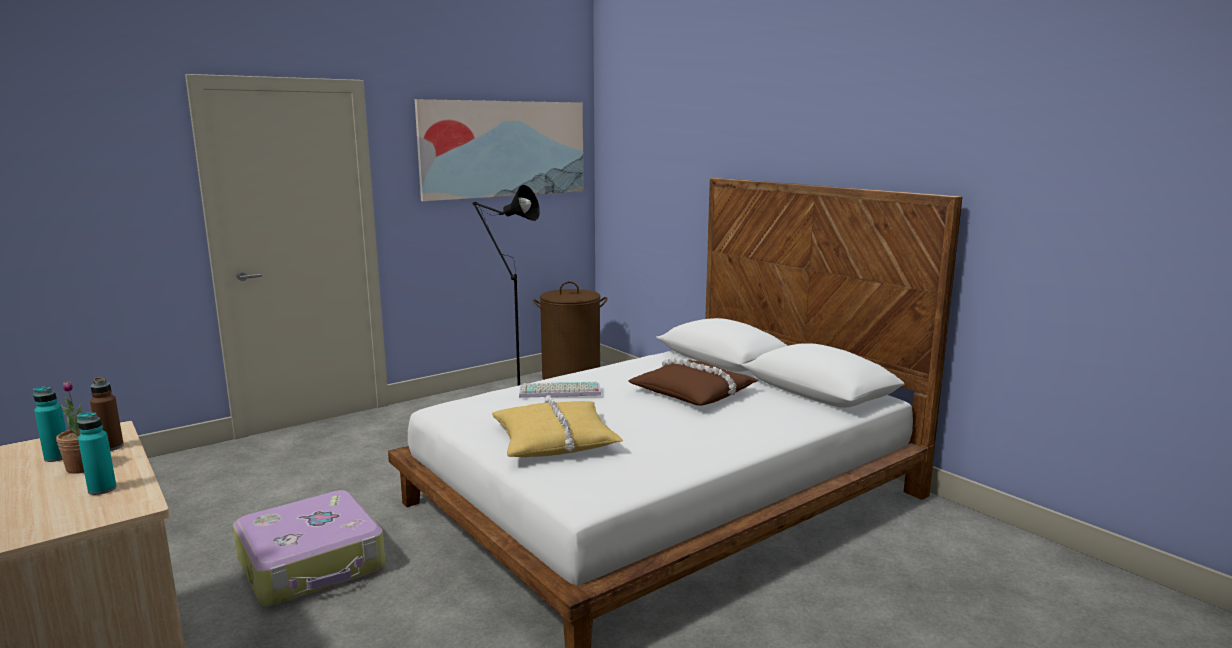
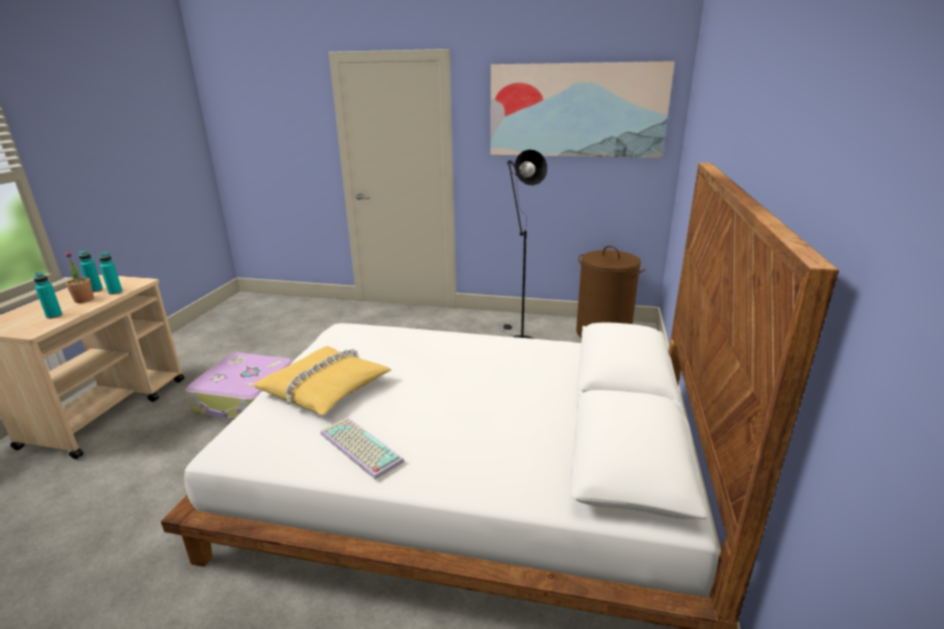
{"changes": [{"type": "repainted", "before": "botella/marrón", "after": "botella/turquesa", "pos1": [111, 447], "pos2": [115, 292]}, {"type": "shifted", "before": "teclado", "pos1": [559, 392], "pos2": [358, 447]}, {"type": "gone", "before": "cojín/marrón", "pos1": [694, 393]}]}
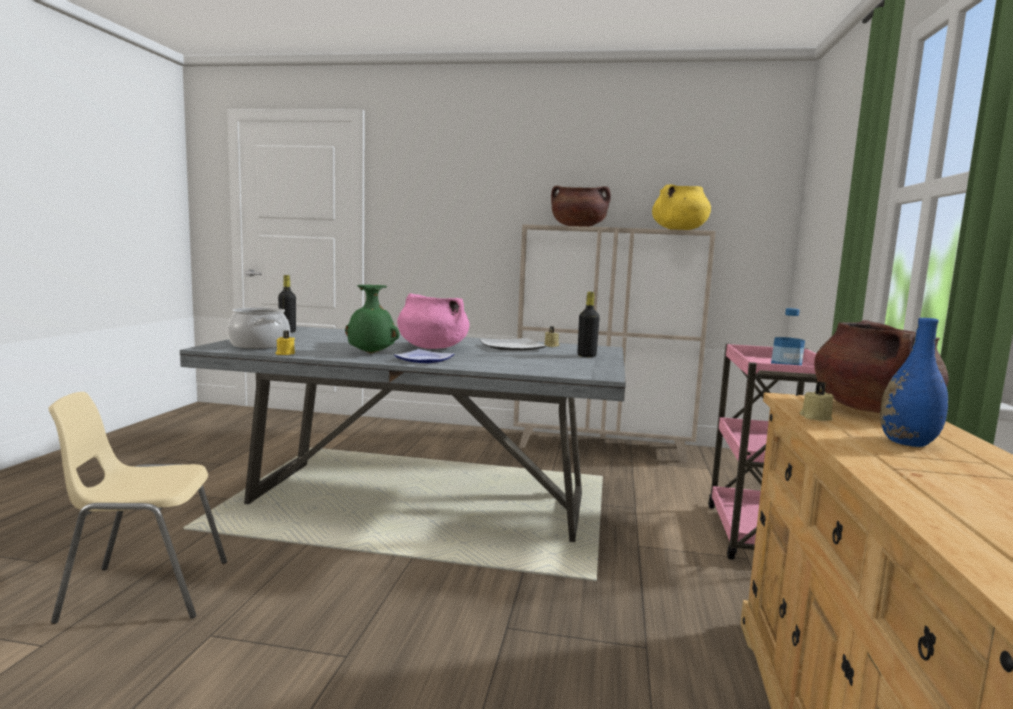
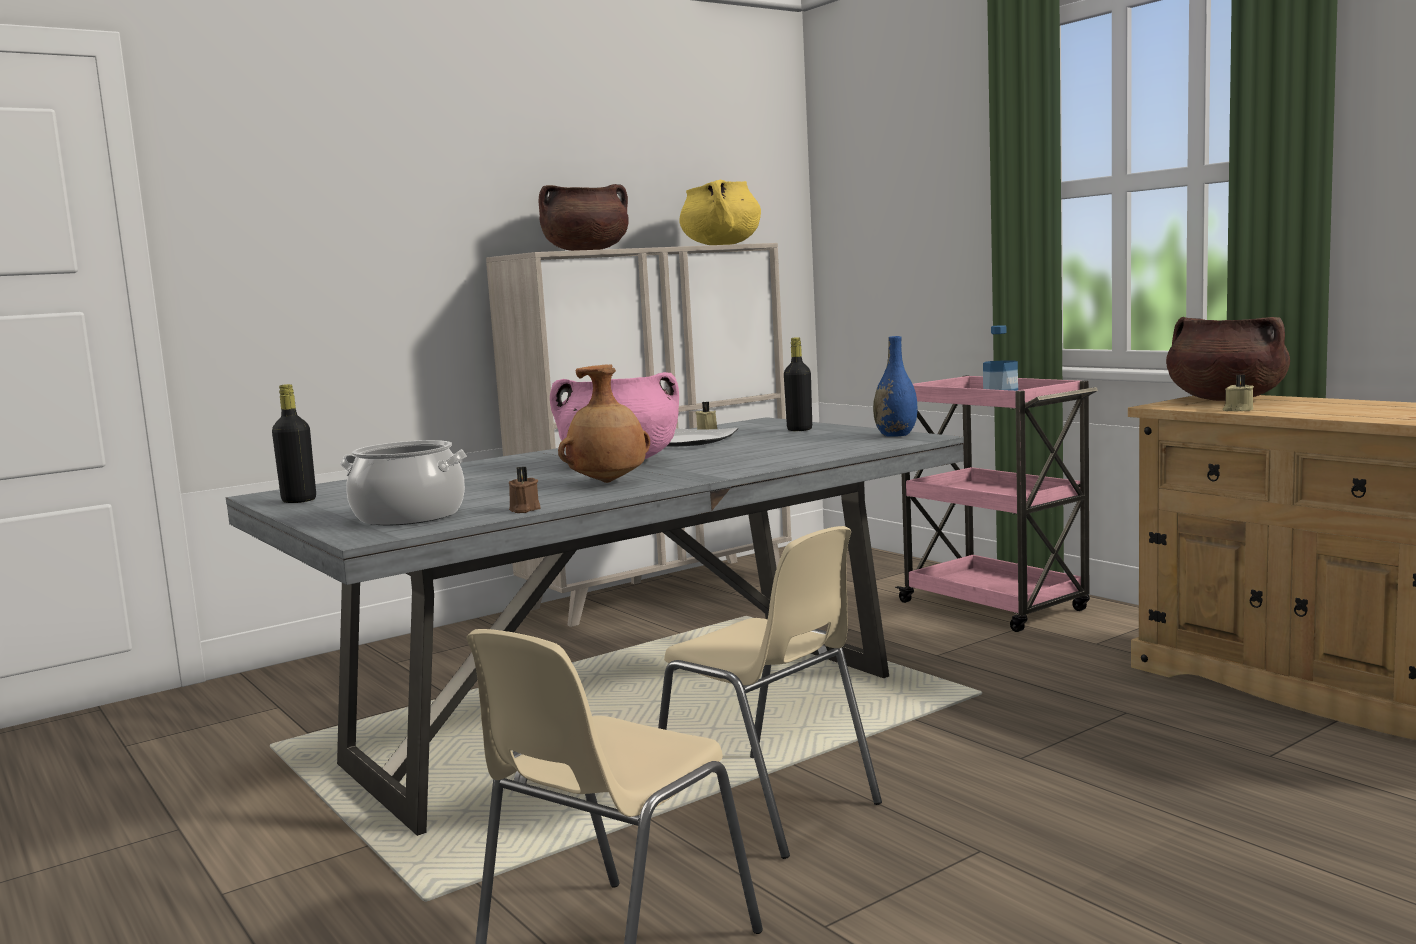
{"changes": [{"type": "repainted", "before": "vela/amarillo", "after": "vela/marrón", "pos1": [285, 354], "pos2": [523, 510]}, {"type": "repainted", "before": "florero/verde", "after": "florero/marrón", "pos1": [371, 353], "pos2": [609, 482]}, {"type": "new", "after": "silla/beis", "pos2": [767, 806]}, {"type": "shifted", "before": "florero/azul", "pos1": [908, 442], "pos2": [896, 435]}, {"type": "gone", "before": "plato", "pos1": [423, 360]}]}
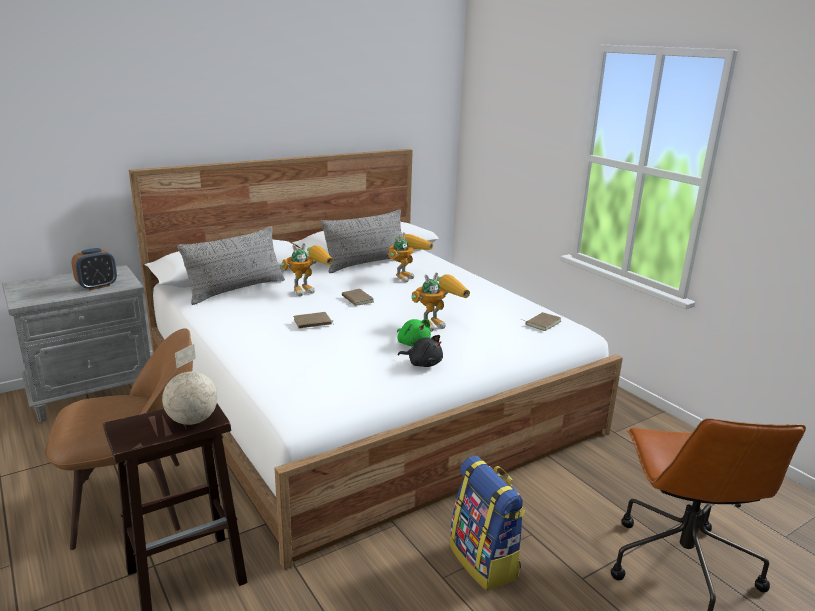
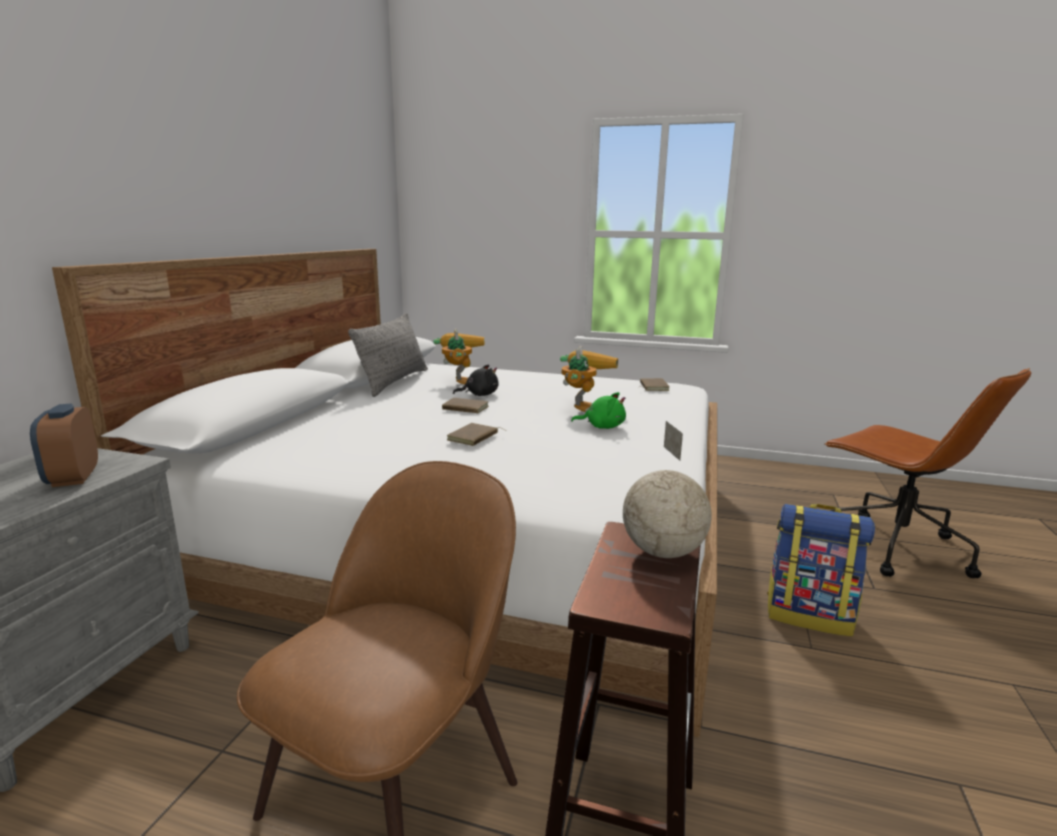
{"changes": [{"type": "rotated", "before": "despertador", "pos1": [97, 286], "pos2": [73, 478], "turn": 150}, {"type": "shifted", "before": "peluche/negro", "pos1": [423, 363], "pos2": [479, 395]}, {"type": "gone", "before": "cojín/gris", "pos1": [236, 290]}, {"type": "gone", "before": "robot de juguete", "pos1": [309, 289]}]}
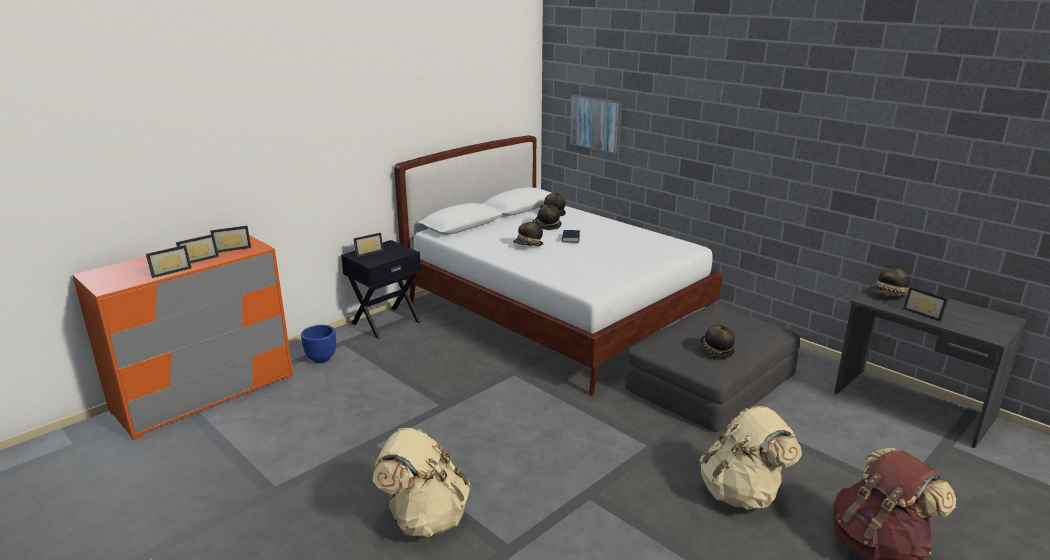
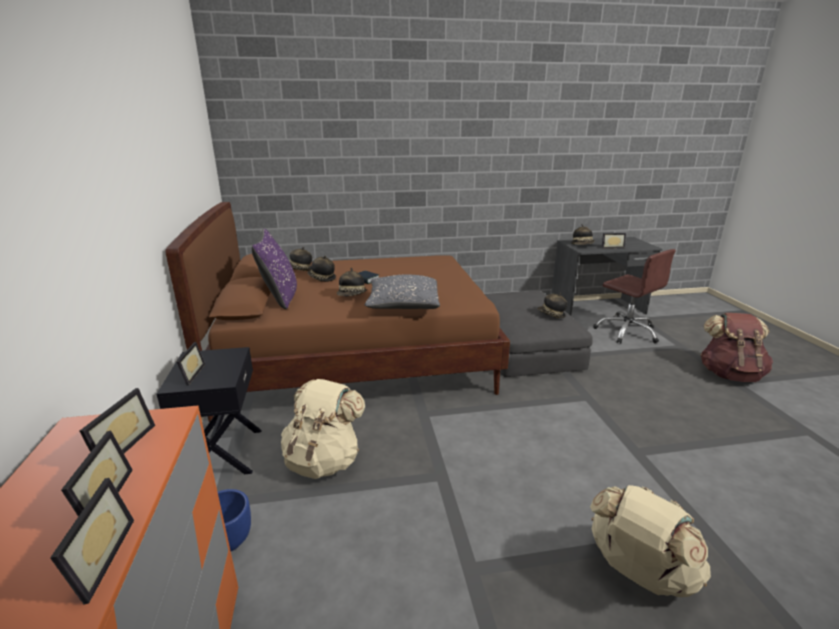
{"changes": [{"type": "repainted", "before": "cama/blanco", "after": "cama/marrón", "pos1": [555, 314], "pos2": [356, 358]}, {"type": "new", "after": "cojín/morado", "pos2": [280, 297]}, {"type": "shifted", "before": "mochila/beis", "pos1": [742, 493], "pos2": [324, 461]}, {"type": "new", "after": "cojín/gris", "pos2": [403, 305]}, {"type": "new", "after": "silla de oficina/marrón", "pos2": [627, 332]}, {"type": "gone", "before": "cuadro", "pos1": [596, 123]}]}
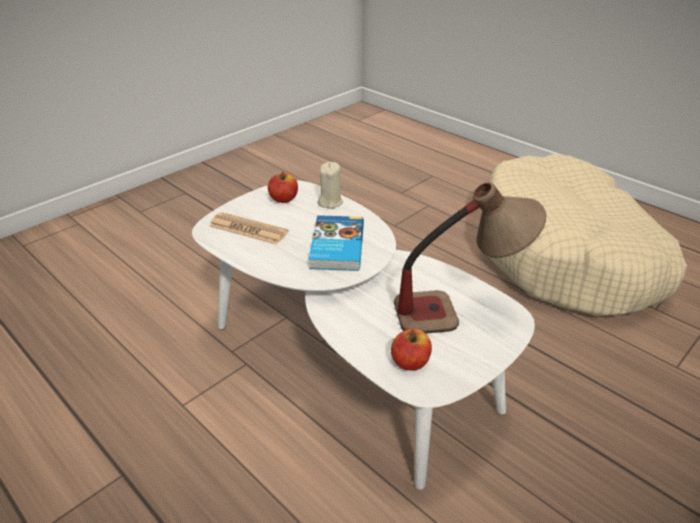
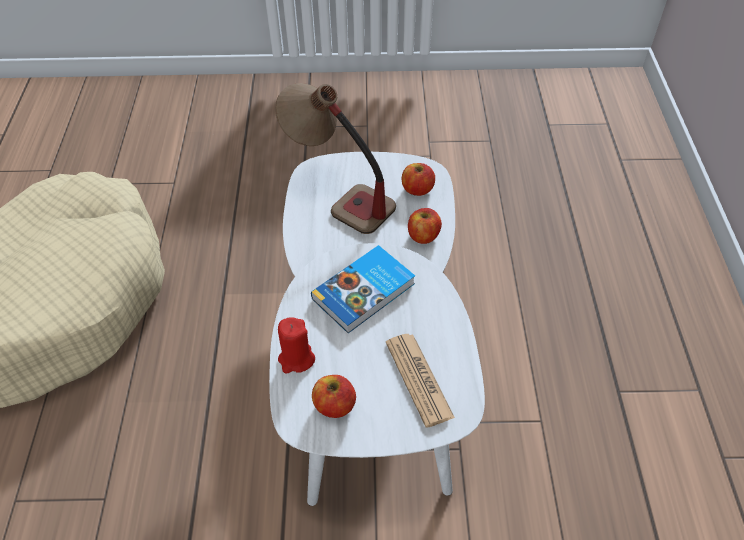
{"changes": [{"type": "repainted", "before": "vela/beis", "after": "vela/rojo", "pos1": [330, 202], "pos2": [296, 359]}, {"type": "new", "after": "manzana", "pos2": [423, 236]}]}
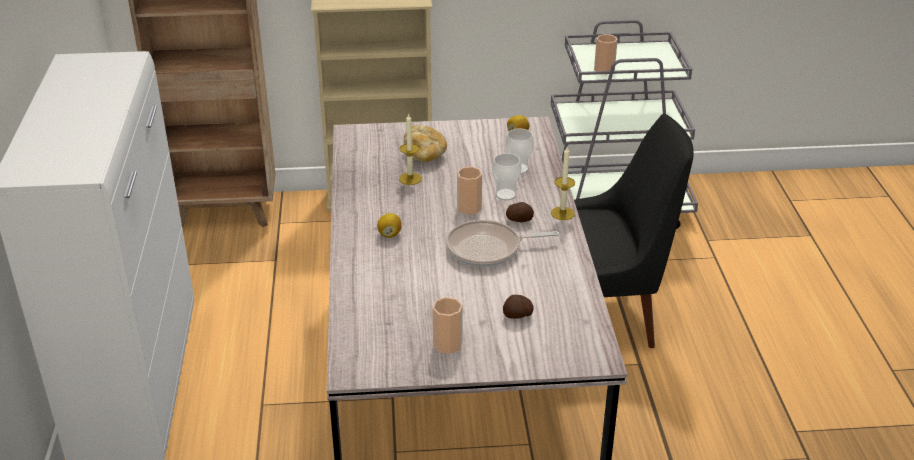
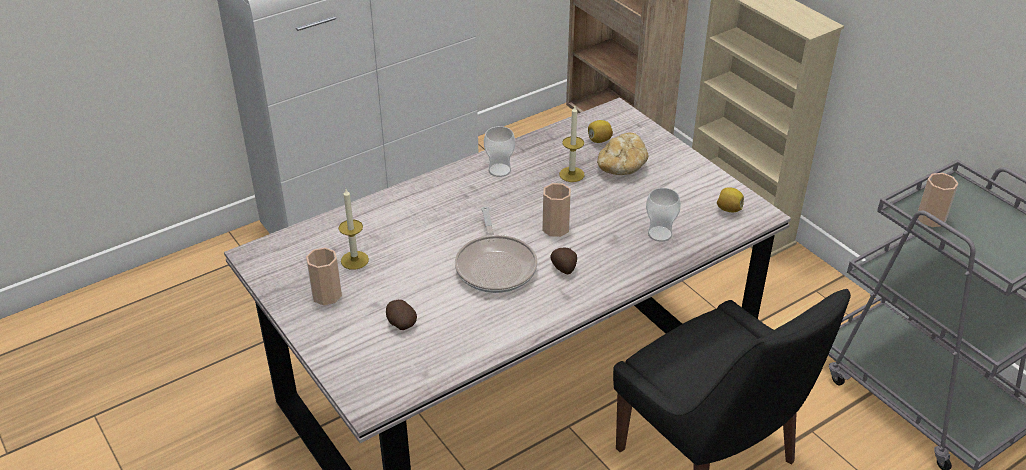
{"changes": [{"type": "shifted", "before": "vela", "pos1": [562, 213], "pos2": [354, 260]}, {"type": "rotated", "before": "sartén", "pos1": [488, 249], "pos2": [495, 266], "turn": -150}, {"type": "shifted", "before": "taza", "pos1": [506, 195], "pos2": [499, 170]}, {"type": "shifted", "before": "limón", "pos1": [389, 234], "pos2": [599, 140]}]}
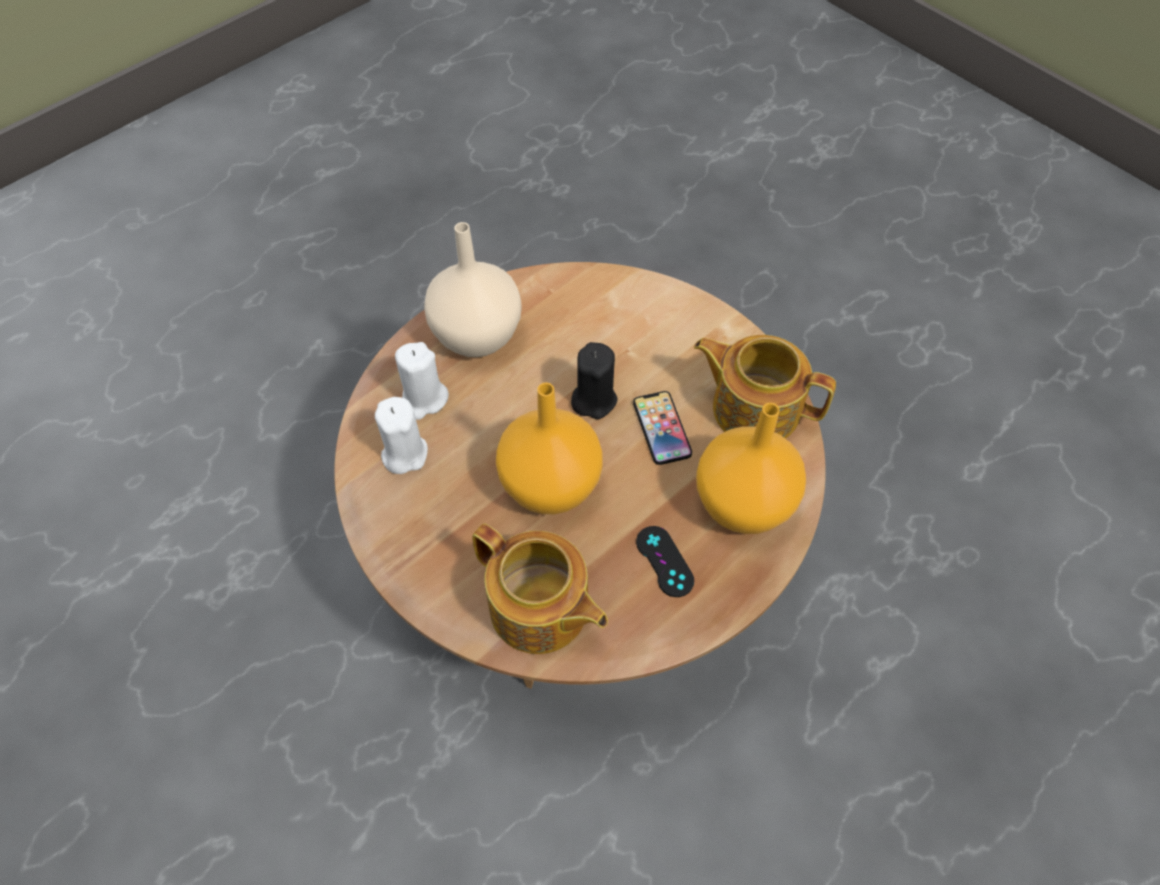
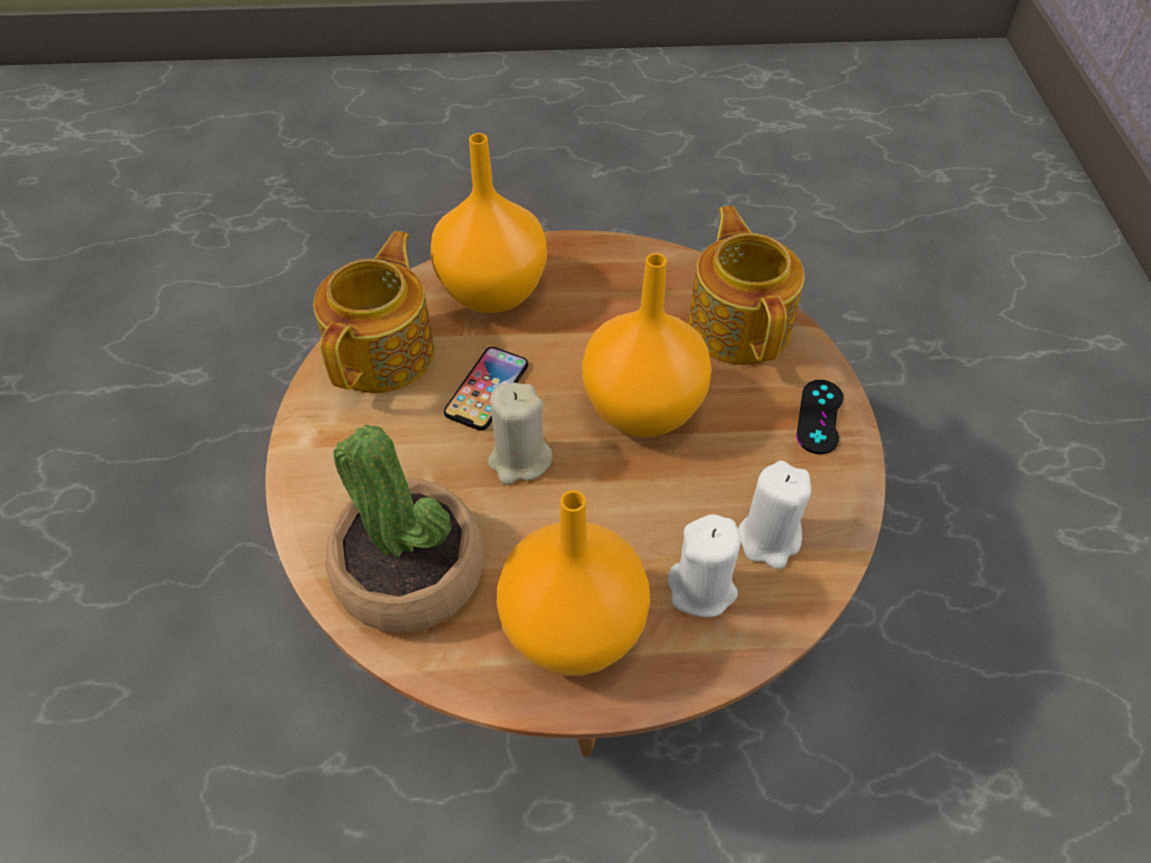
{"changes": [{"type": "rotated", "before": "tetera", "pos1": [754, 407], "pos2": [384, 352], "turn": -135}, {"type": "new", "after": "planta en maceta", "pos2": [411, 570]}, {"type": "repainted", "before": "vela/negro", "after": "vela/beis", "pos1": [594, 399], "pos2": [519, 459]}, {"type": "repainted", "before": "florero/beis", "after": "florero/naranja", "pos1": [479, 336], "pos2": [572, 626]}, {"type": "shifted", "before": "mando de consola/negro", "pos1": [664, 561], "pos2": [819, 417]}]}
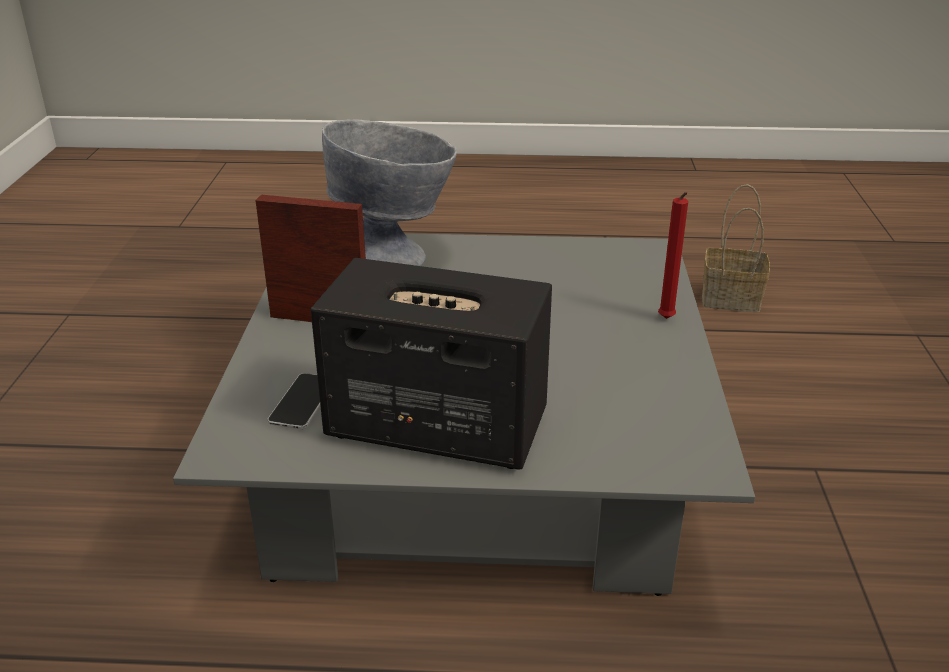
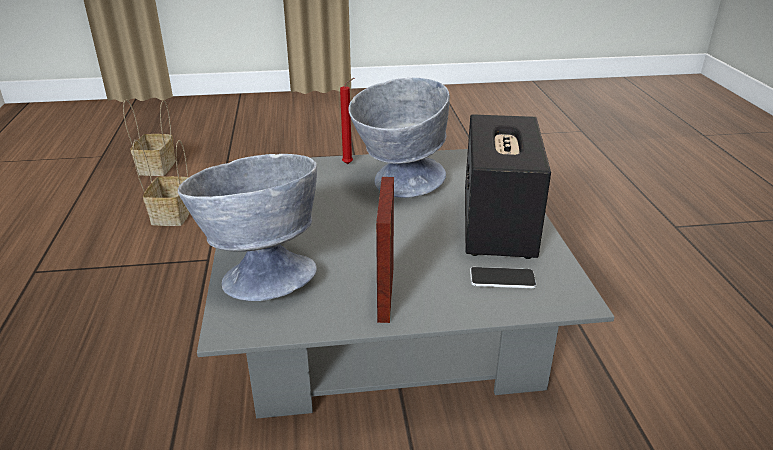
{"changes": [{"type": "new", "after": "cesta", "pos2": [157, 168]}, {"type": "new", "after": "cuenco/gris", "pos2": [397, 186]}]}
